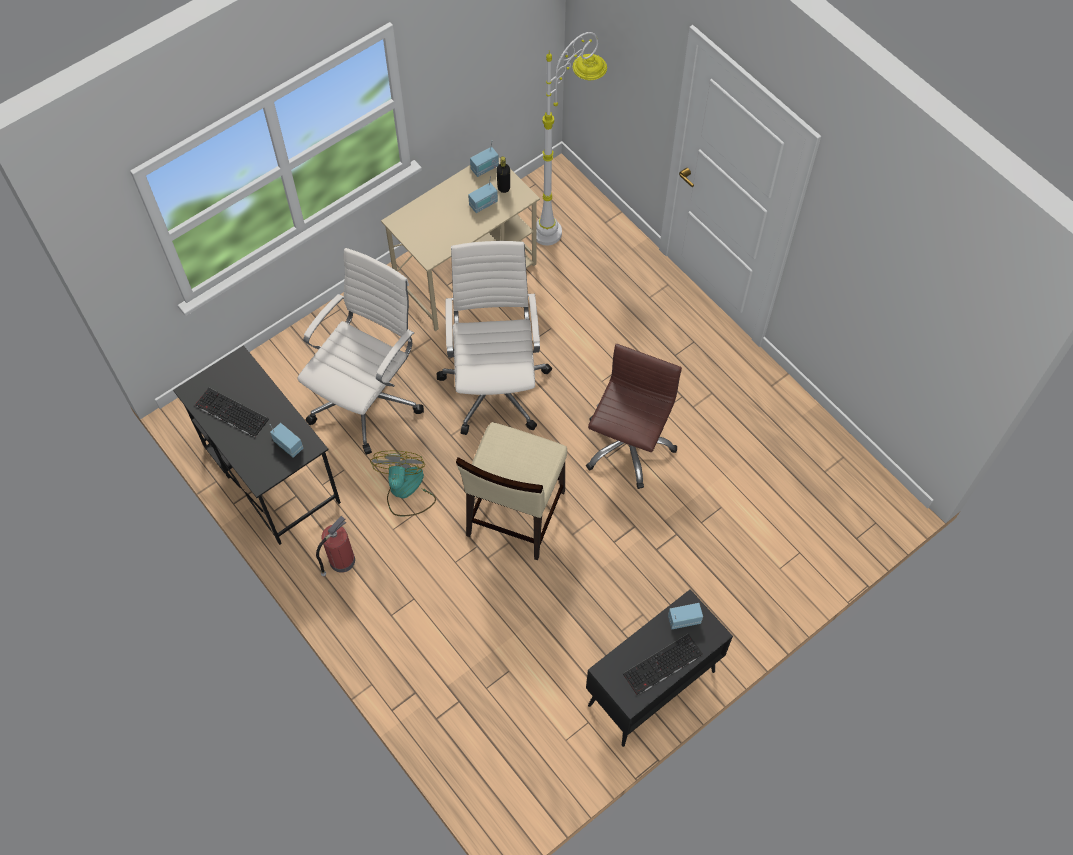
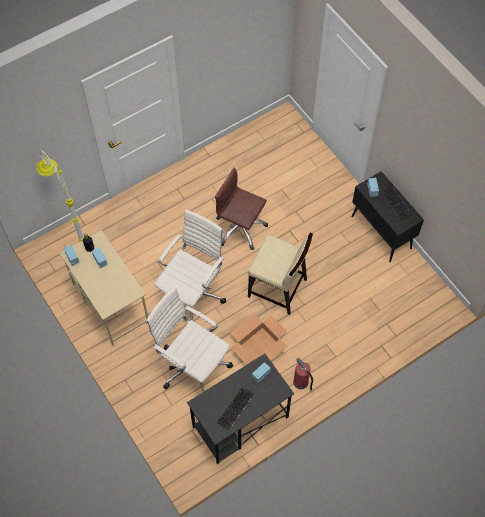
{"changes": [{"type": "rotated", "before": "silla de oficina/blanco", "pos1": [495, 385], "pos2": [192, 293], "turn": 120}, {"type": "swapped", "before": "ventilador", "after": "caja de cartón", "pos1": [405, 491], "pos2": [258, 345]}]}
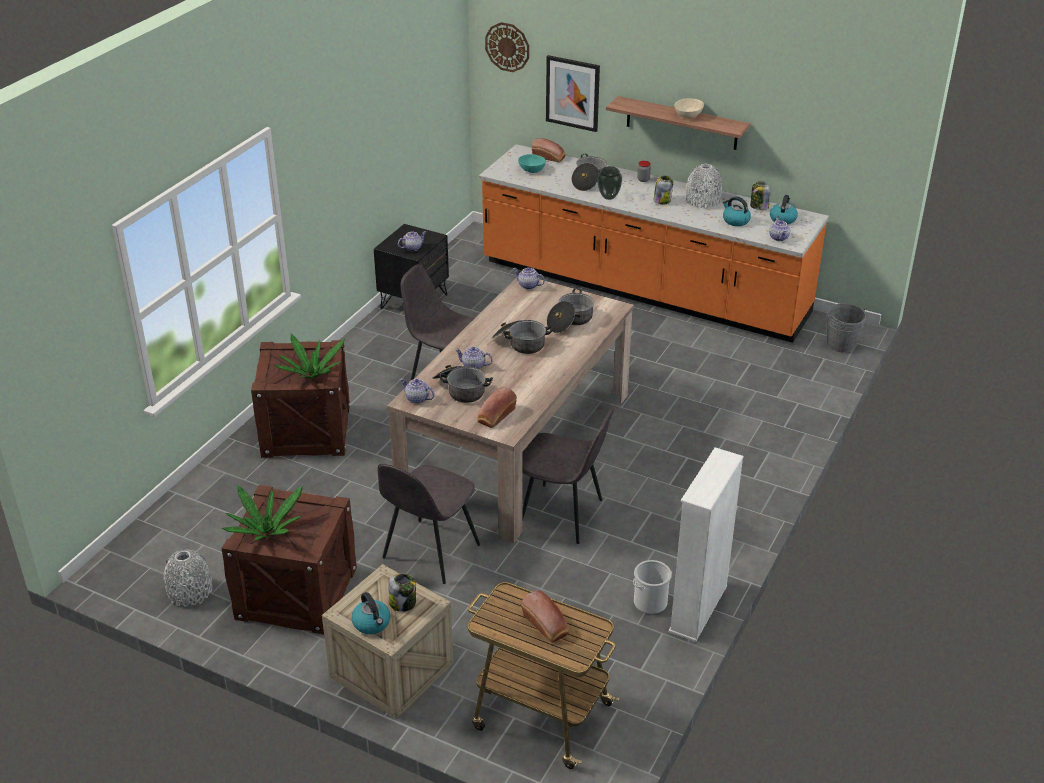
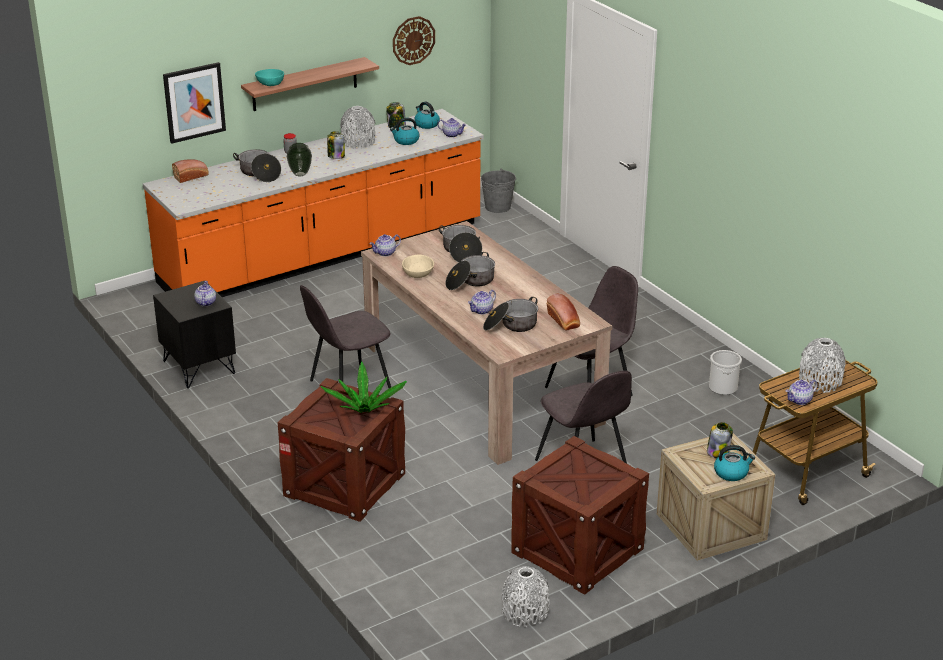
{"changes": [{"type": "shifted", "before": "cuenco/turquesa", "pos1": [531, 170], "pos2": [270, 84]}, {"type": "shifted", "before": "reloj de pared", "pos1": [507, 47], "pos2": [413, 40]}, {"type": "shifted", "before": "cuenco/beis", "pos1": [688, 115], "pos2": [417, 274]}, {"type": "shifted", "before": "tetera", "pos1": [417, 398], "pos2": [800, 400]}, {"type": "swapped", "before": "pan", "after": "florero/gris", "pos1": [546, 626], "pos2": [820, 381]}, {"type": "gone", "before": "planta en maceta", "pos1": [266, 532]}, {"type": "gone", "before": "estantería/blanco", "pos1": [698, 609]}]}
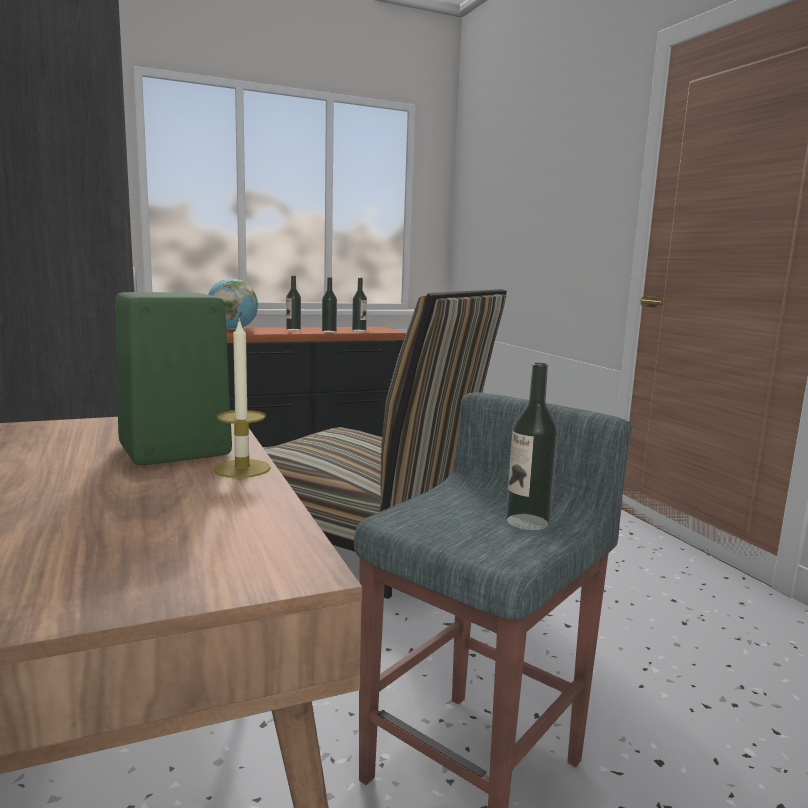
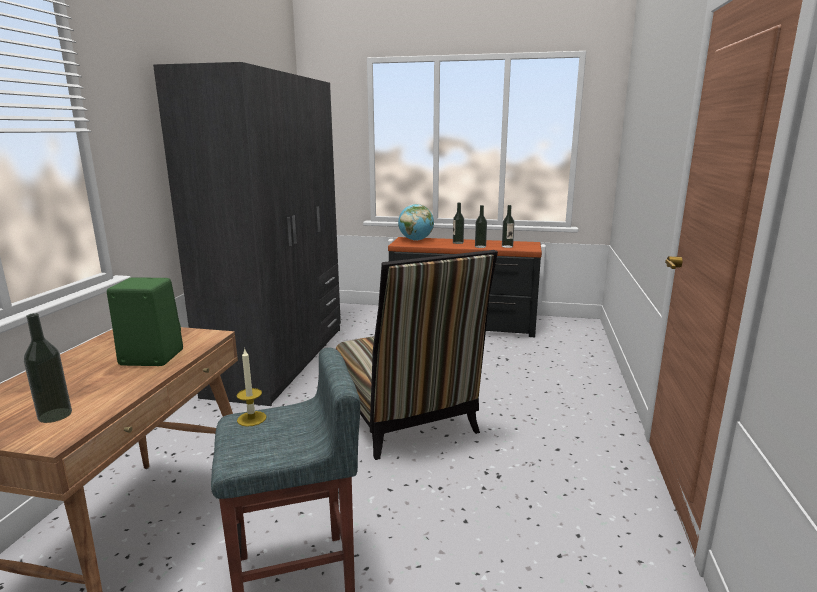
{"changes": [{"type": "shifted", "before": "botella", "pos1": [527, 522], "pos2": [55, 415]}, {"type": "shifted", "before": "vela", "pos1": [242, 468], "pos2": [251, 418]}]}
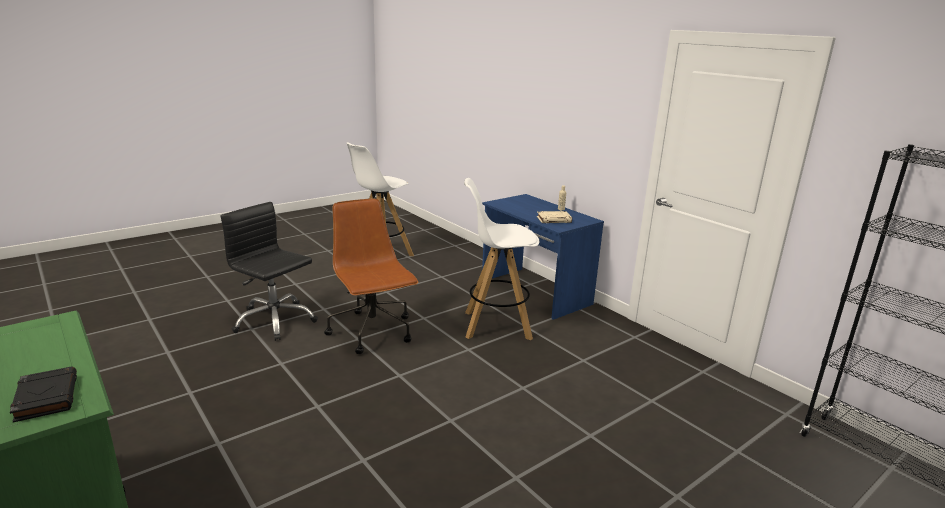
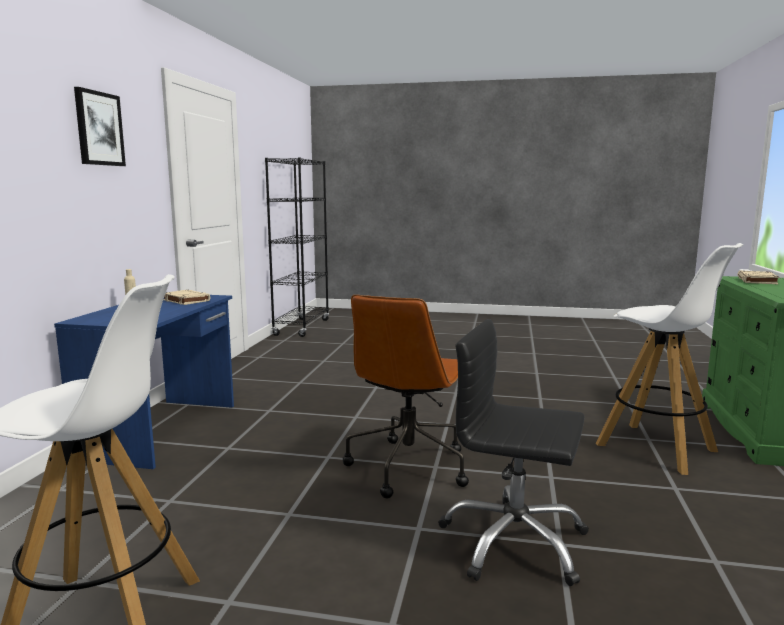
{"changes": [{"type": "new", "after": "cuadro", "pos2": [99, 128]}, {"type": "rotated", "before": "silla de oficina/negro", "pos1": [274, 321], "pos2": [513, 542], "turn": 120}, {"type": "shifted", "before": "taburete/blanco", "pos1": [496, 325], "pos2": [657, 448]}, {"type": "repainted", "before": "libro/negro", "after": "libro/beis", "pos1": [46, 397], "pos2": [757, 281]}]}
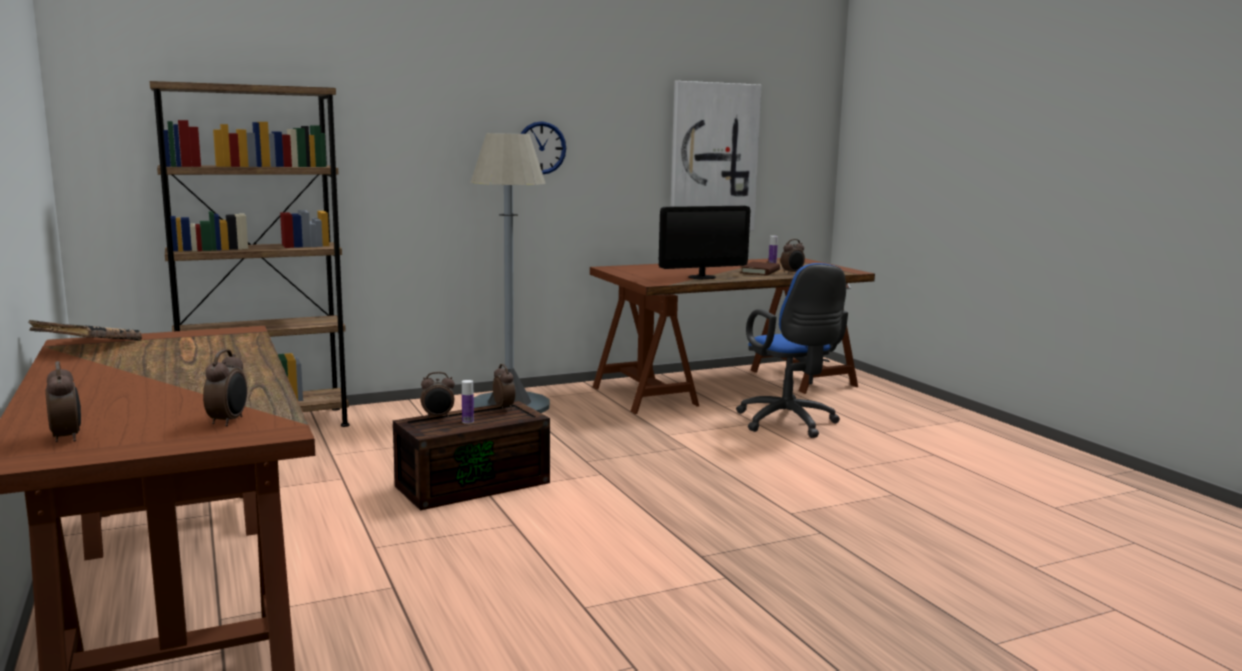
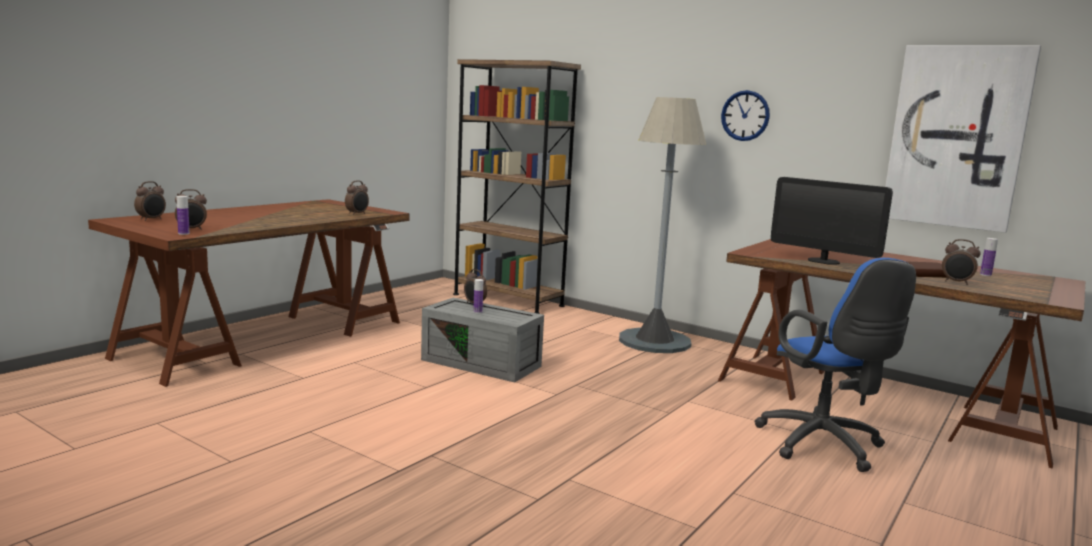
{"changes": [{"type": "new", "after": "botella", "pos2": [183, 233]}, {"type": "shifted", "before": "despertador", "pos1": [504, 407], "pos2": [357, 214]}, {"type": "repainted", "before": "caja de almacenaje/marrón", "after": "caja de almacenaje/gris", "pos1": [474, 483], "pos2": [483, 363]}, {"type": "rotated", "before": "silla de oficina/azul", "pos1": [789, 424], "pos2": [824, 446], "turn": -60}, {"type": "gone", "before": "libro/negro", "pos1": [88, 347]}]}
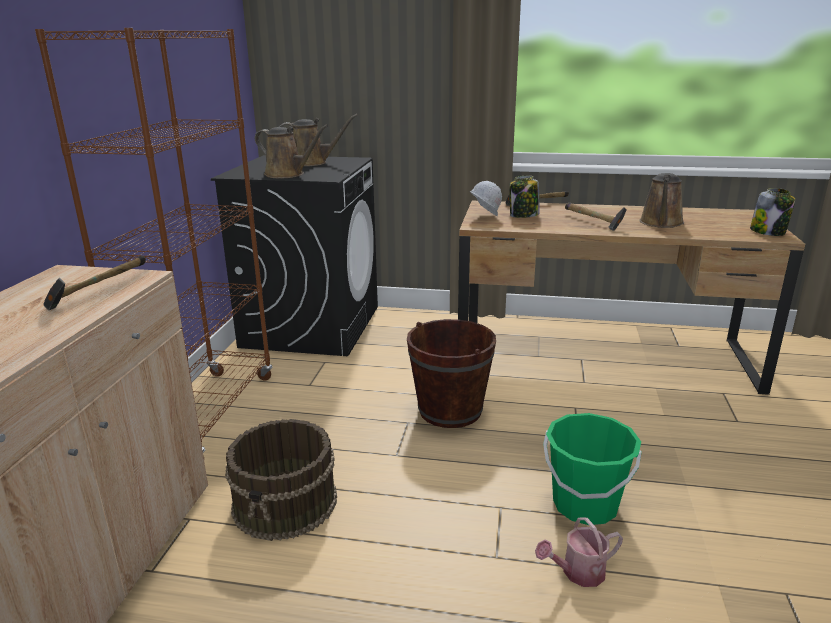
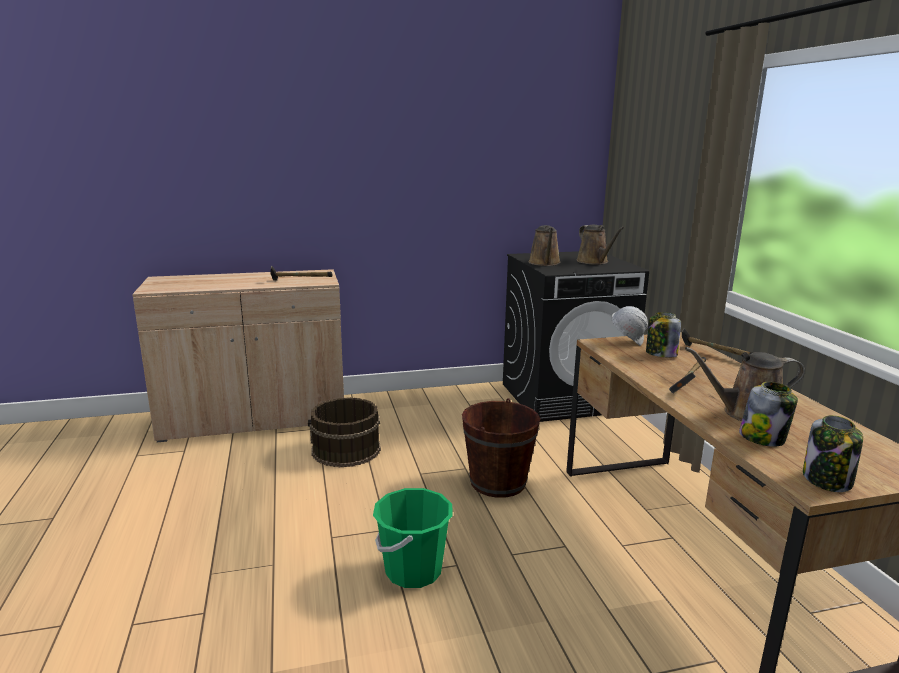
{"changes": [{"type": "new", "after": "tarro", "pos2": [763, 438]}, {"type": "gone", "before": "estantería/marrón", "pos1": [208, 415]}, {"type": "gone", "before": "regadera", "pos1": [578, 573]}]}
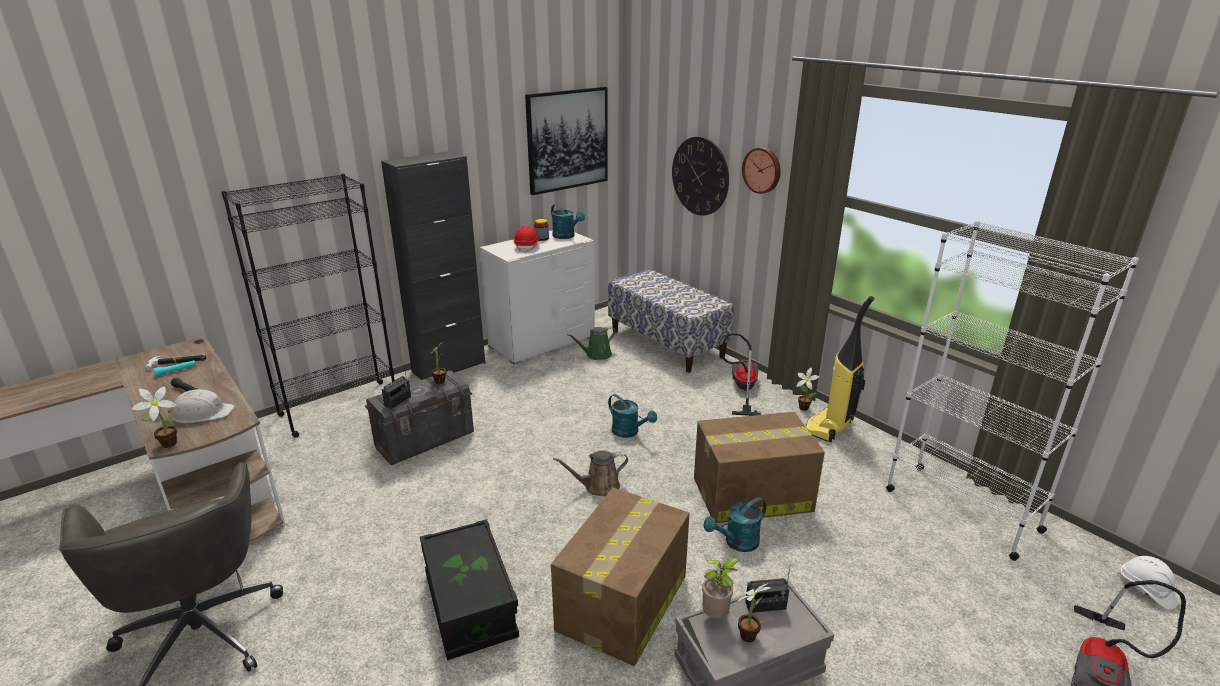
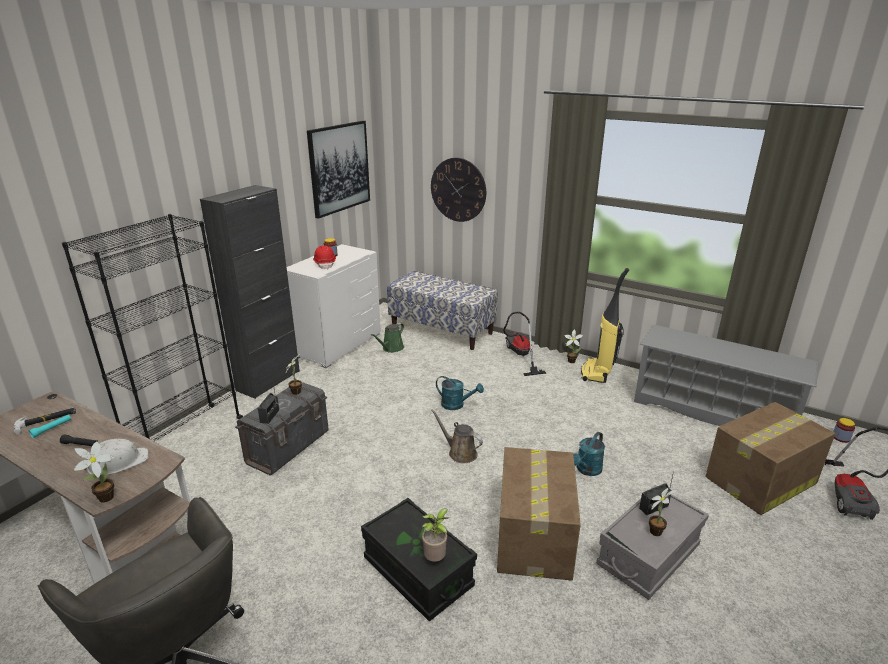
{"changes": [{"type": "shifted", "before": "planta en maceta", "pos1": [716, 616], "pos2": [436, 559]}, {"type": "rotated", "before": "regadera/marrón", "pos1": [598, 487], "pos2": [460, 453], "turn": 75}, {"type": "swapped", "before": "estantería/blanco", "after": "zapatero/gris", "pos1": [961, 509], "pos2": [712, 411]}, {"type": "shifted", "before": "caja de cartón", "pos1": [750, 494], "pos2": [759, 481]}, {"type": "swapped", "before": "casco/blanco", "after": "tarro", "pos1": [1146, 590], "pos2": [841, 438]}, {"type": "gone", "before": "regadera/turquesa", "pos1": [566, 236]}, {"type": "gone", "before": "reloj de pared", "pos1": [762, 170]}]}
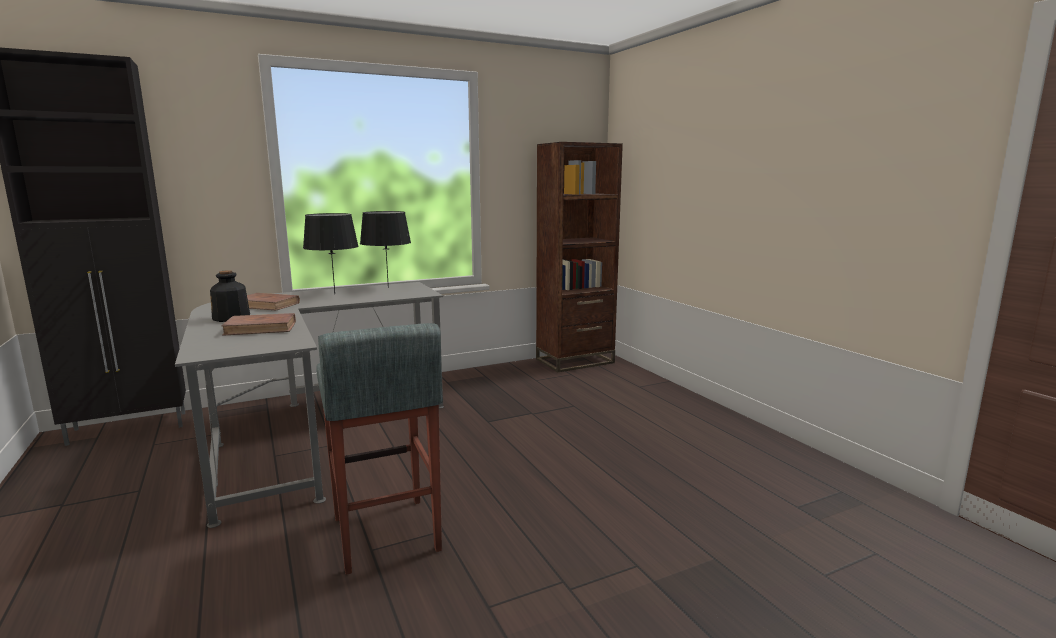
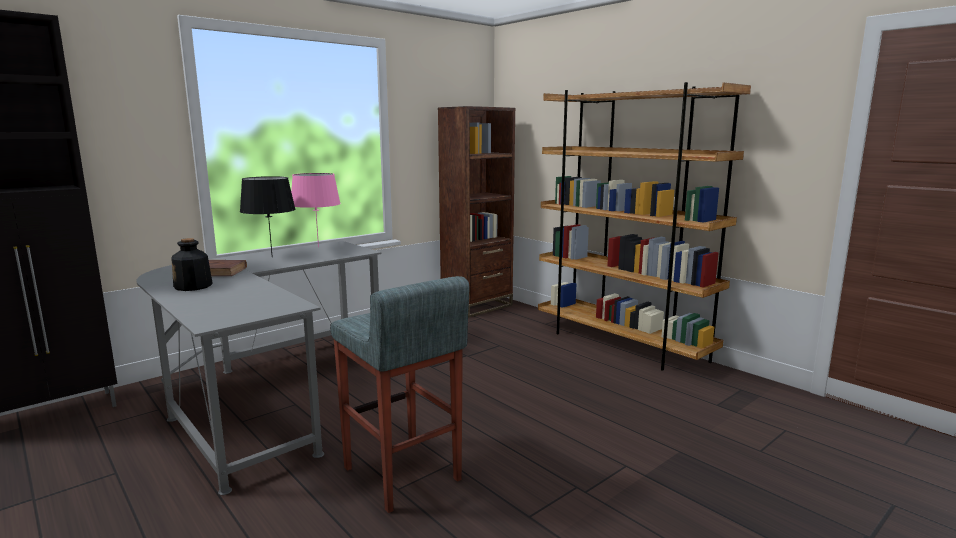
{"changes": [{"type": "repainted", "before": "lámpara de mesa/negro", "after": "lámpara de mesa/rosa", "pos1": [388, 287], "pos2": [318, 247]}, {"type": "new", "after": "estantería/marrón", "pos2": [621, 344]}, {"type": "gone", "before": "libro/marrón", "pos1": [261, 328]}]}
